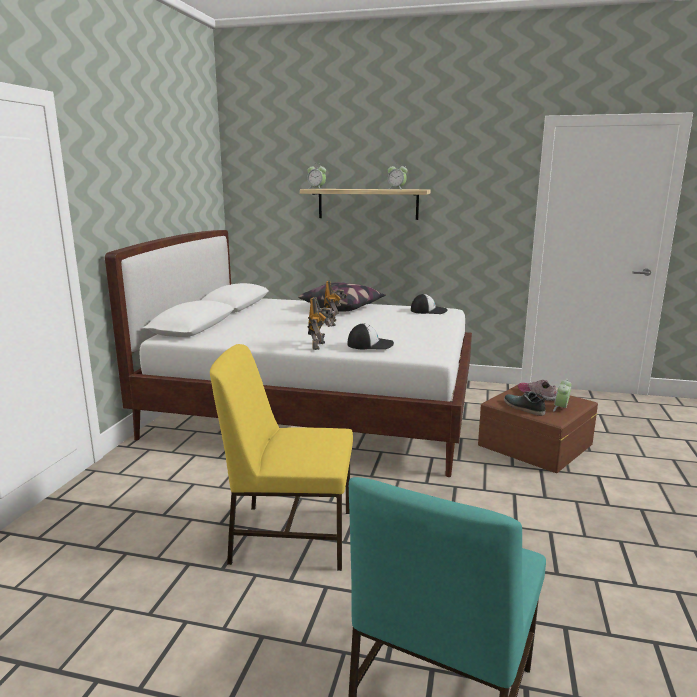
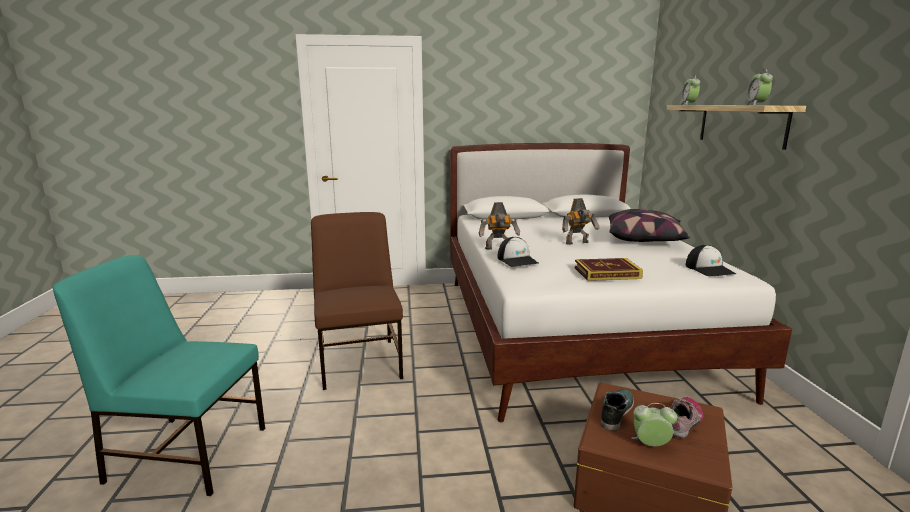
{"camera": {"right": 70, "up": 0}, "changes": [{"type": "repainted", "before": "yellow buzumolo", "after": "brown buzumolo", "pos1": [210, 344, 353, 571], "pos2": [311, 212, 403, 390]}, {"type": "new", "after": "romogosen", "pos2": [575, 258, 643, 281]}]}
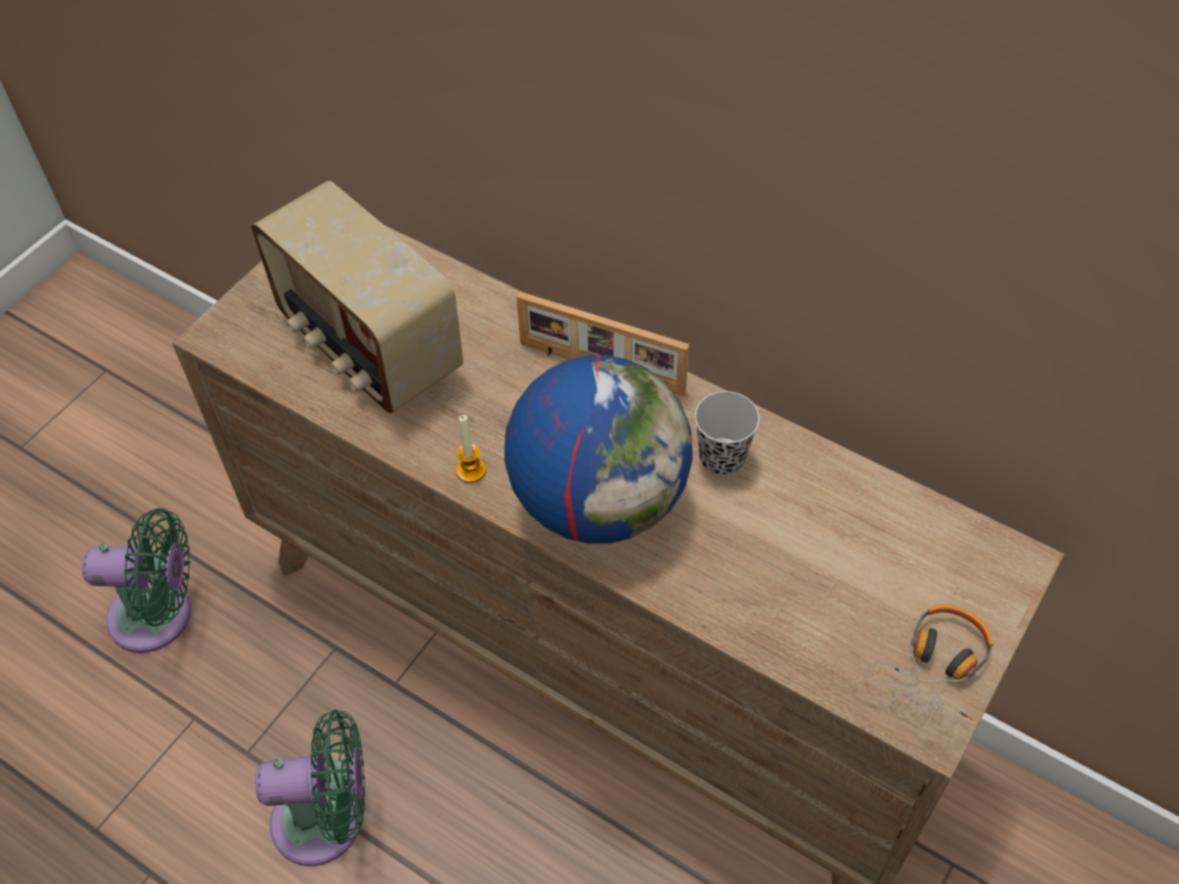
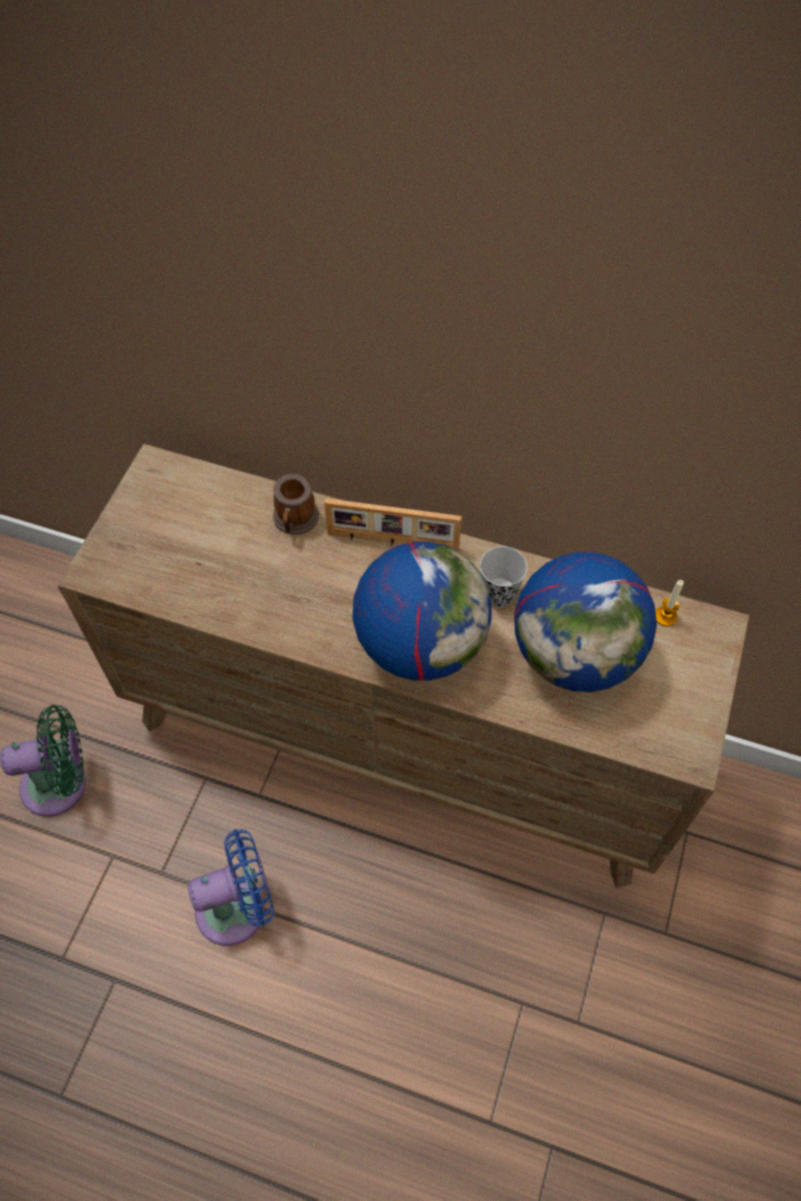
{"camera": {"right": -15, "up": 5}, "changes": [{"type": "gone", "before": "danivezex", "pos1": [251, 181, 463, 414]}, {"type": "shifted", "before": "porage", "pos1": [456, 415, 486, 483], "pos2": [655, 580, 684, 626]}, {"type": "gone", "before": "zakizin", "pos1": [866, 604, 993, 723]}, {"type": "repainted", "before": "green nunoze", "after": "blue nunoze", "pos1": [255, 710, 365, 866], "pos2": [188, 829, 274, 946]}, {"type": "new", "after": "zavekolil", "pos2": [273, 474, 319, 535]}, {"type": "new", "after": "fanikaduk", "pos2": [514, 552, 657, 692]}]}
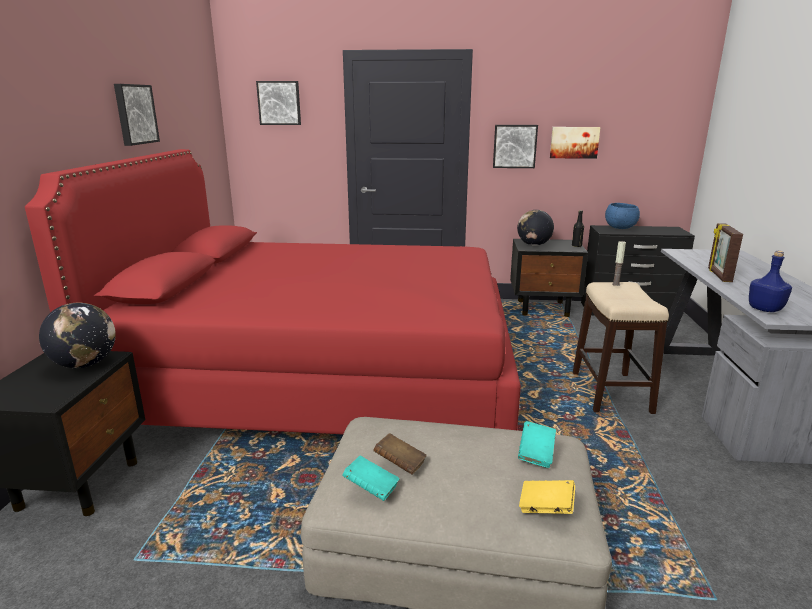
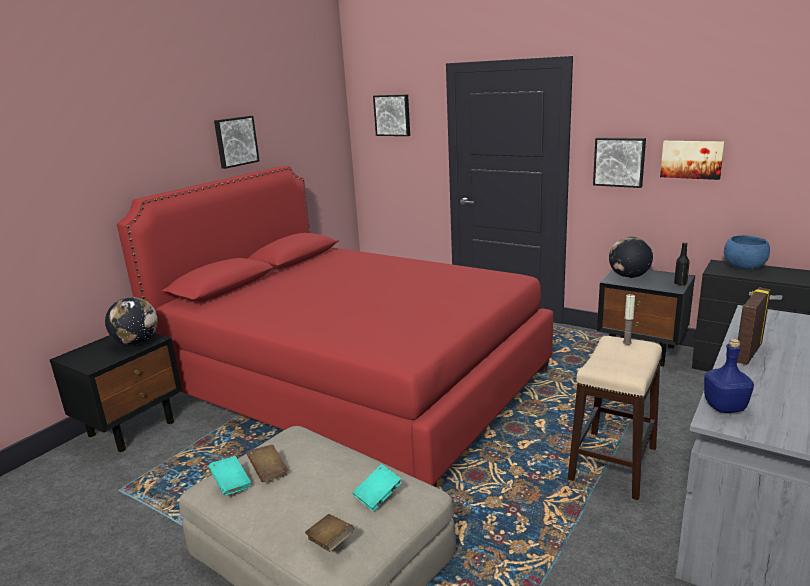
{"camera": {"right": 30, "up": 0}, "changes": [{"type": "repainted", "before": "yellow romogosen", "after": "brown romogosen", "pos1": [519, 480, 575, 514], "pos2": [305, 514, 354, 552]}]}
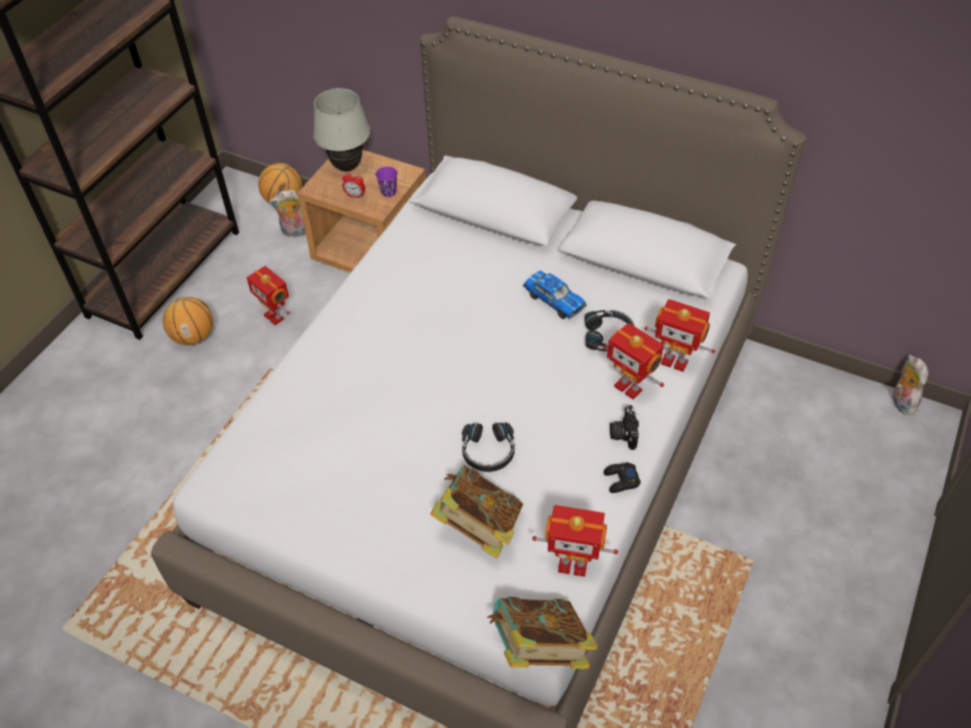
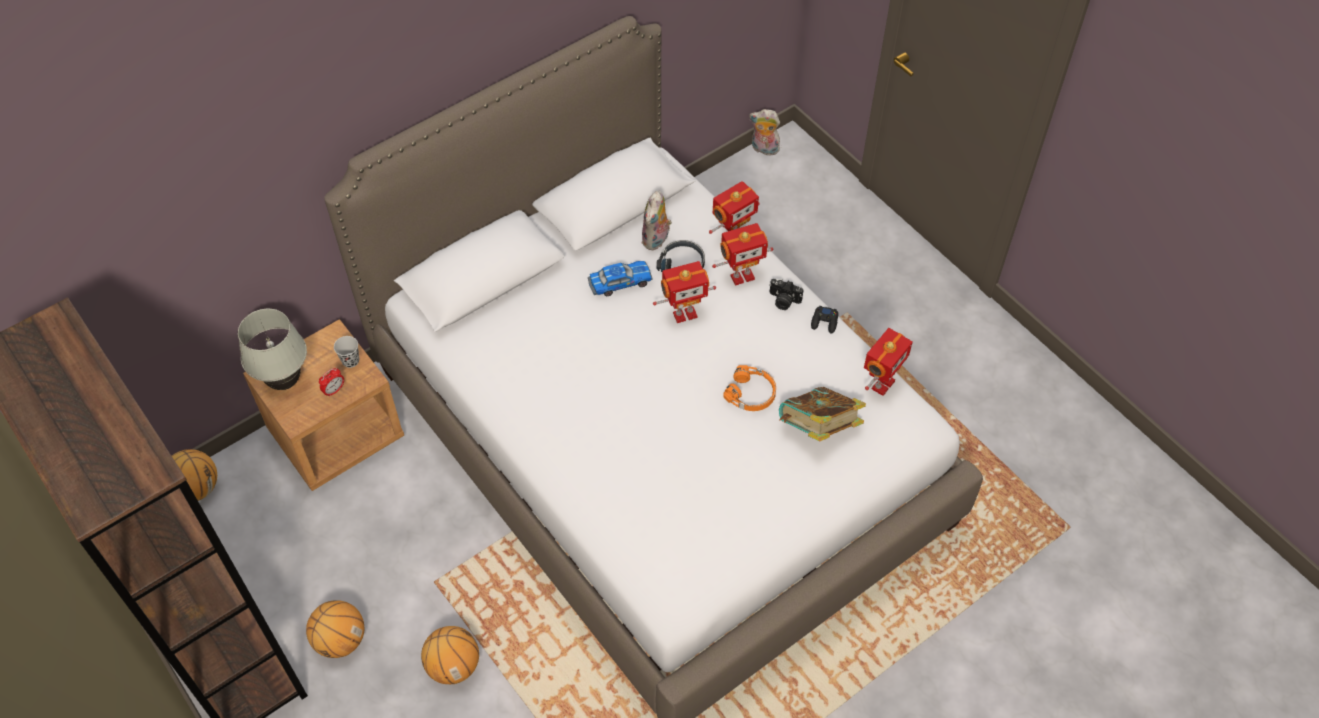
{"camera": {"right": -65, "up": 5}, "changes": [{"type": "repainted", "before": "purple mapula", "after": "black mapula", "pos1": [376, 167, 398, 197], "pos2": [334, 336, 359, 368]}, {"type": "shifted", "before": "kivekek", "pos1": [269, 189, 306, 237], "pos2": [642, 191, 672, 251]}, {"type": "shifted", "before": "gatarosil", "pos1": [247, 266, 290, 325], "pos2": [653, 261, 716, 323]}, {"type": "repainted", "before": "black zakizin", "after": "orange zakizin", "pos1": [462, 422, 515, 472], "pos2": [724, 365, 776, 411]}, {"type": "gone", "before": "romogosen", "pos1": [487, 597, 598, 669]}, {"type": "new", "after": "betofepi", "pos2": [421, 626, 479, 684]}]}
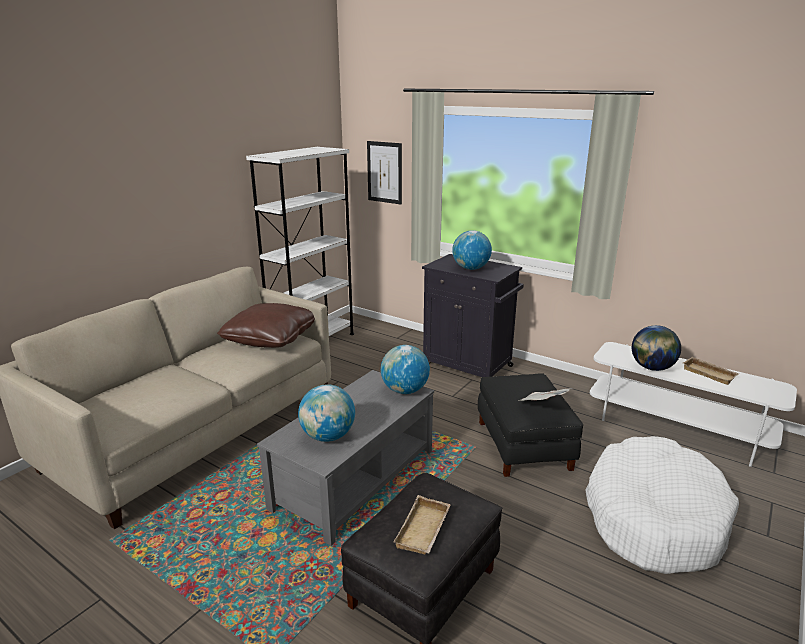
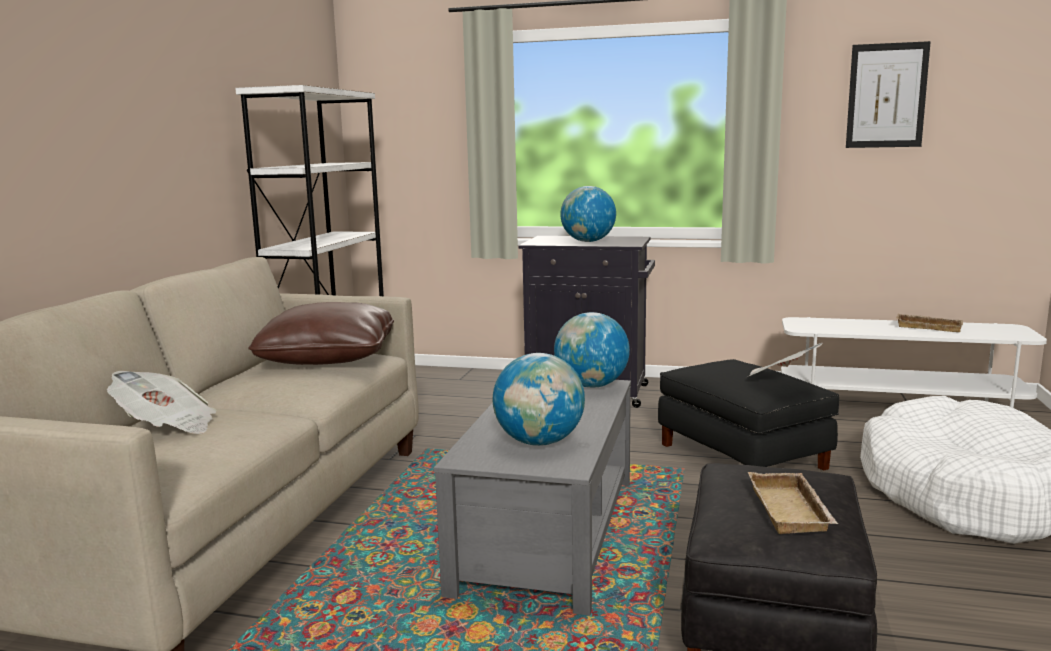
{"camera": {"right": -20, "up": -10}, "changes": [{"type": "shifted", "before": "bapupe", "pos1": [367, 141, 402, 204], "pos2": [846, 41, 931, 148]}, {"type": "gone", "before": "fanikaduk", "pos1": [632, 325, 681, 371]}, {"type": "new", "after": "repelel", "pos2": [107, 371, 216, 434]}]}
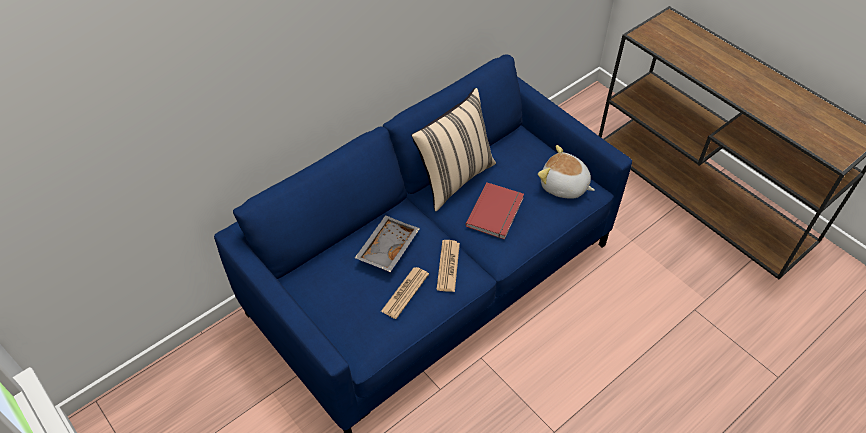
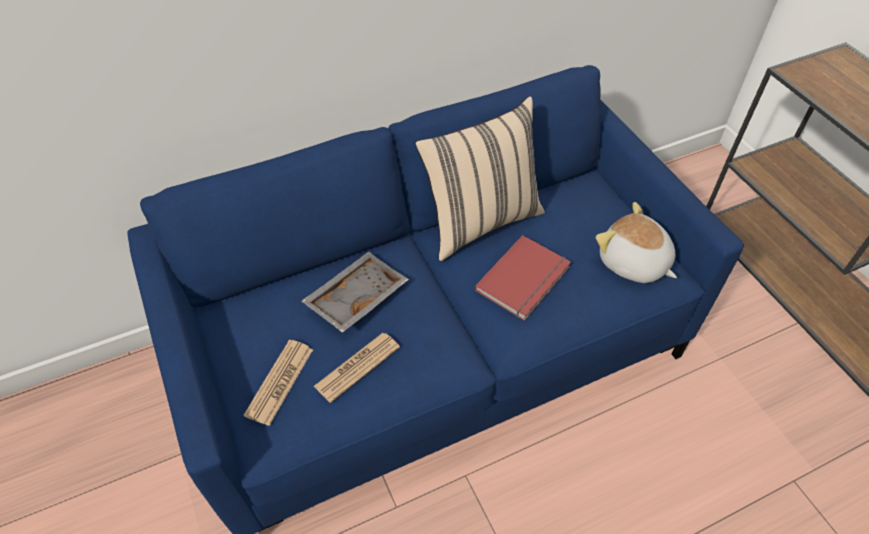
{"camera": {"right": 15, "up": 0}, "changes": [{"type": "shifted", "before": "repelel", "pos1": [436, 240, 460, 292], "pos2": [244, 340, 313, 426]}]}
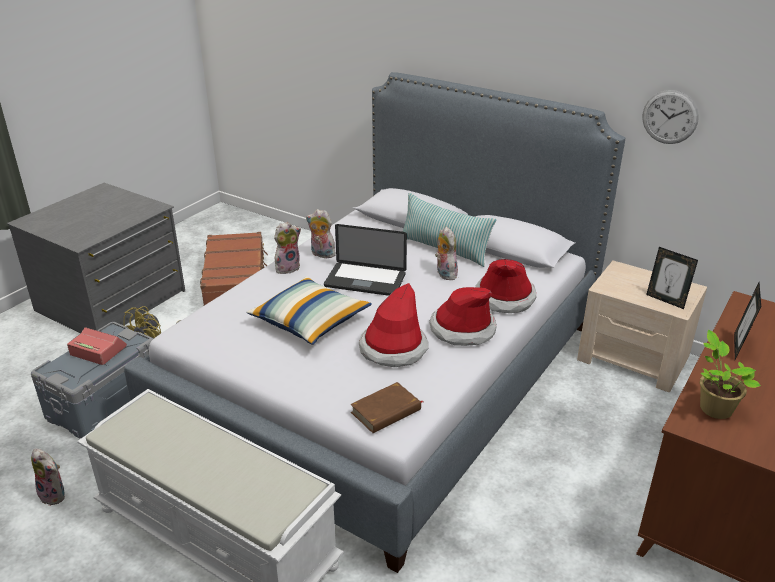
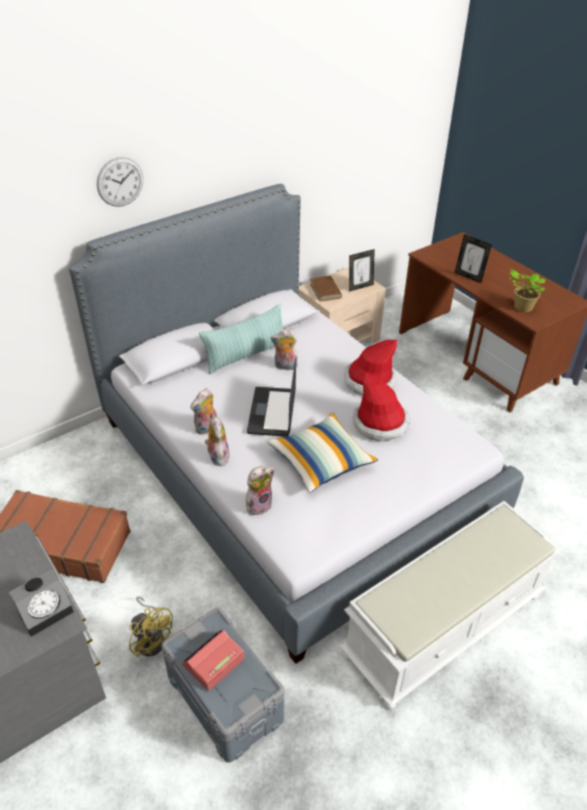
{"camera": {"right": -70, "up": 10}, "changes": [{"type": "shifted", "before": "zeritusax", "pos1": [642, 90, 699, 144], "pos2": [97, 157, 143, 207]}, {"type": "rotated", "before": "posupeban", "pos1": [324, 224, 407, 296], "pos2": [247, 359, 296, 437], "turn": 150}, {"type": "gone", "before": "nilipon", "pos1": [475, 259, 536, 313]}, {"type": "shifted", "before": "brown romogosen", "pos1": [350, 382, 423, 433], "pos2": [310, 276, 342, 302]}, {"type": "shifted", "before": "kivekek", "pos1": [31, 448, 65, 506], "pos2": [246, 466, 275, 517]}, {"type": "new", "after": "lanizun", "pos2": [9, 569, 74, 637]}]}
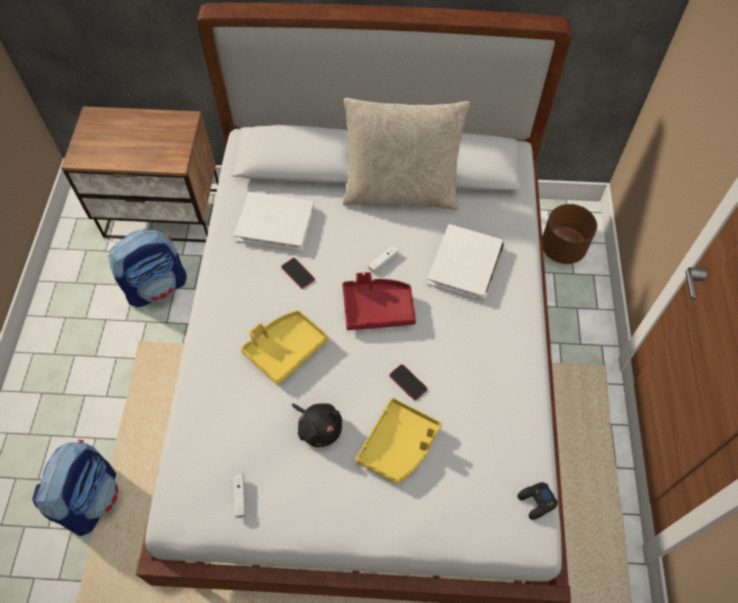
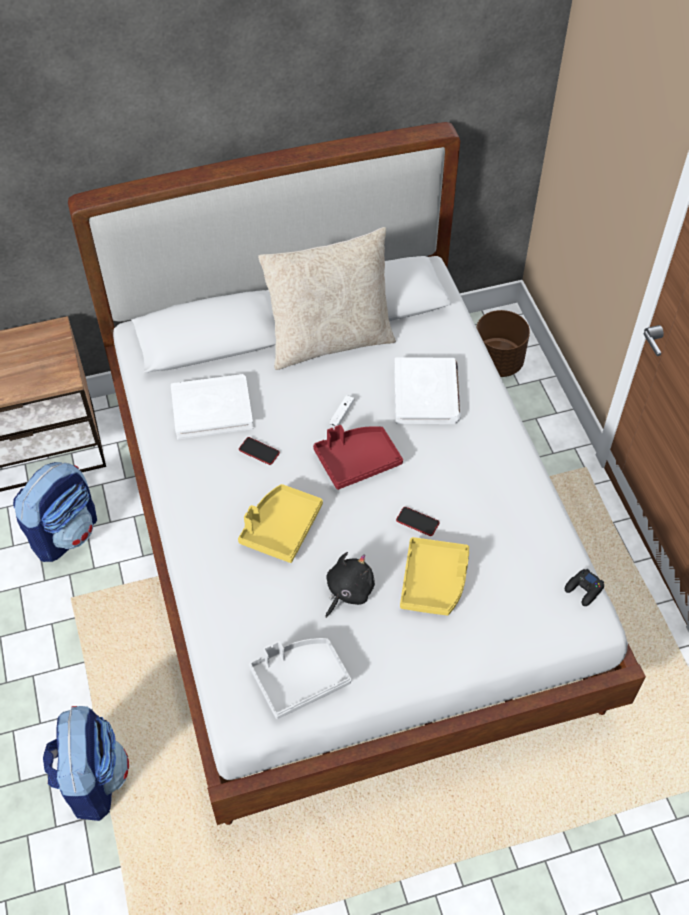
{"camera": {"right": -20, "up": -5}, "changes": [{"type": "rotated", "before": "black kivekek", "pos1": [292, 403, 342, 447], "pos2": [325, 552, 375, 618], "turn": -75}, {"type": "swapped", "before": "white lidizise", "after": "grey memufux", "pos1": [233, 474, 246, 518], "pos2": [249, 638, 351, 719]}]}
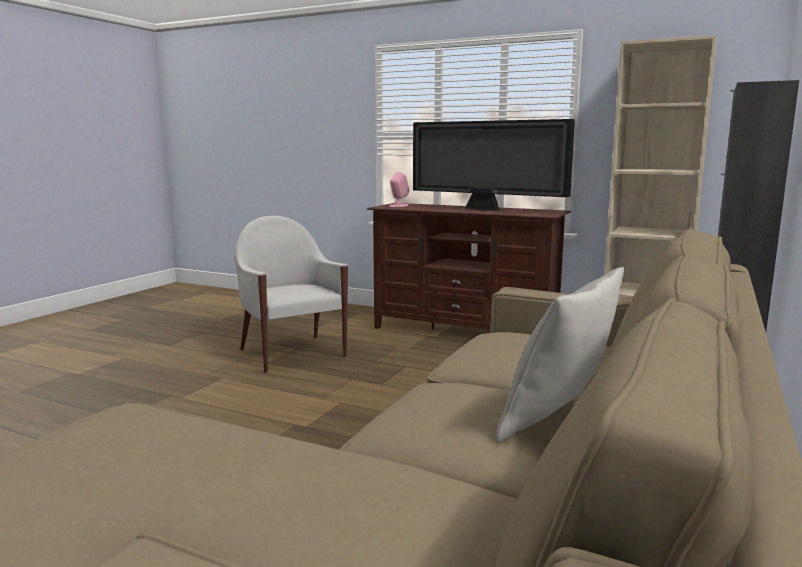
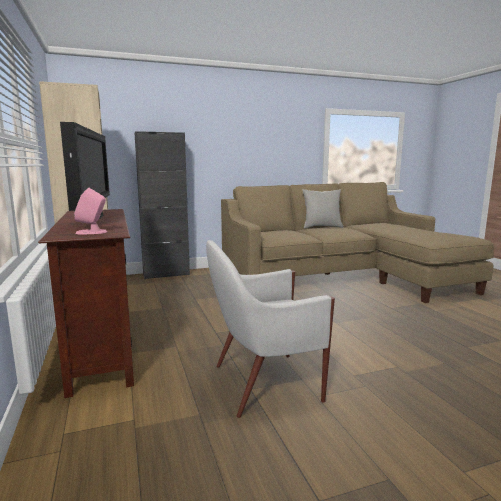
{"camera": {"right": -135, "up": 0}, "changes": [{"type": "rotated", "before": "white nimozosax", "pos1": [234, 216, 348, 372], "pos2": [206, 240, 335, 418], "turn": 60}]}
